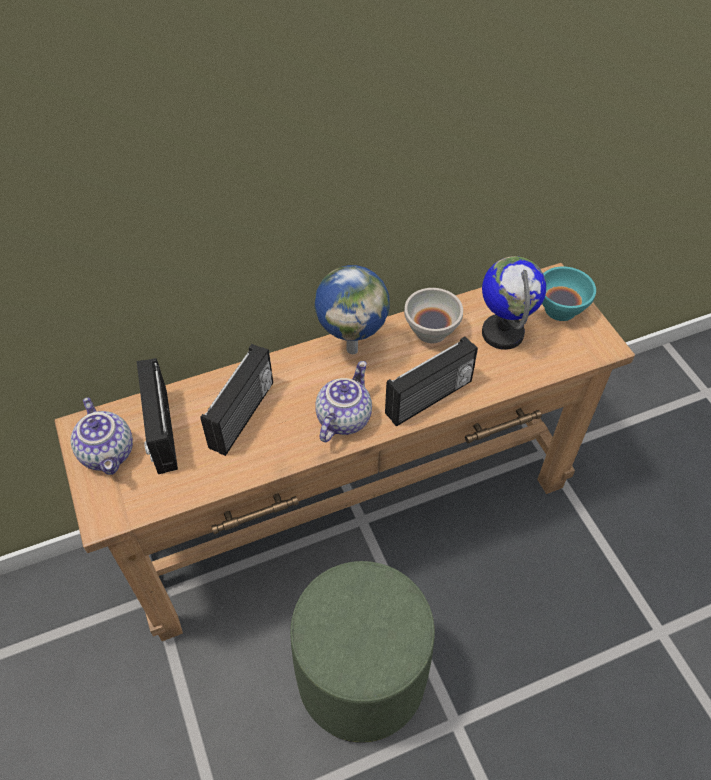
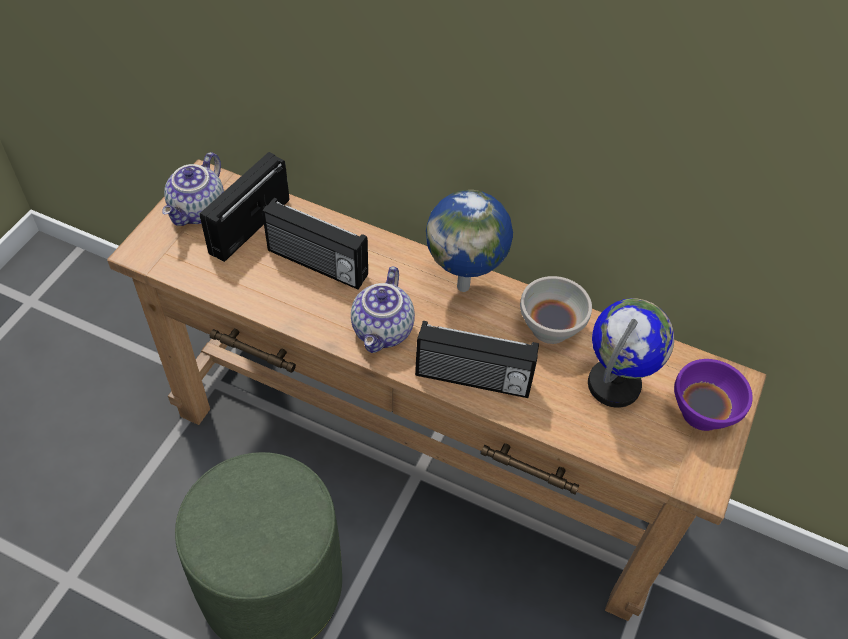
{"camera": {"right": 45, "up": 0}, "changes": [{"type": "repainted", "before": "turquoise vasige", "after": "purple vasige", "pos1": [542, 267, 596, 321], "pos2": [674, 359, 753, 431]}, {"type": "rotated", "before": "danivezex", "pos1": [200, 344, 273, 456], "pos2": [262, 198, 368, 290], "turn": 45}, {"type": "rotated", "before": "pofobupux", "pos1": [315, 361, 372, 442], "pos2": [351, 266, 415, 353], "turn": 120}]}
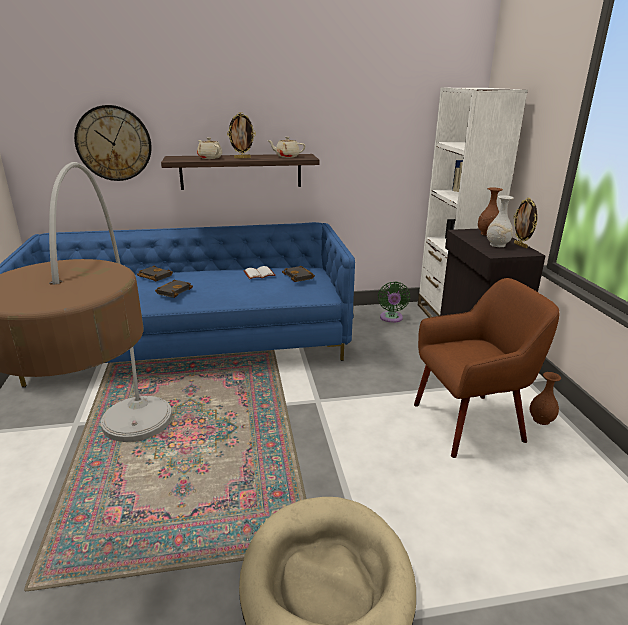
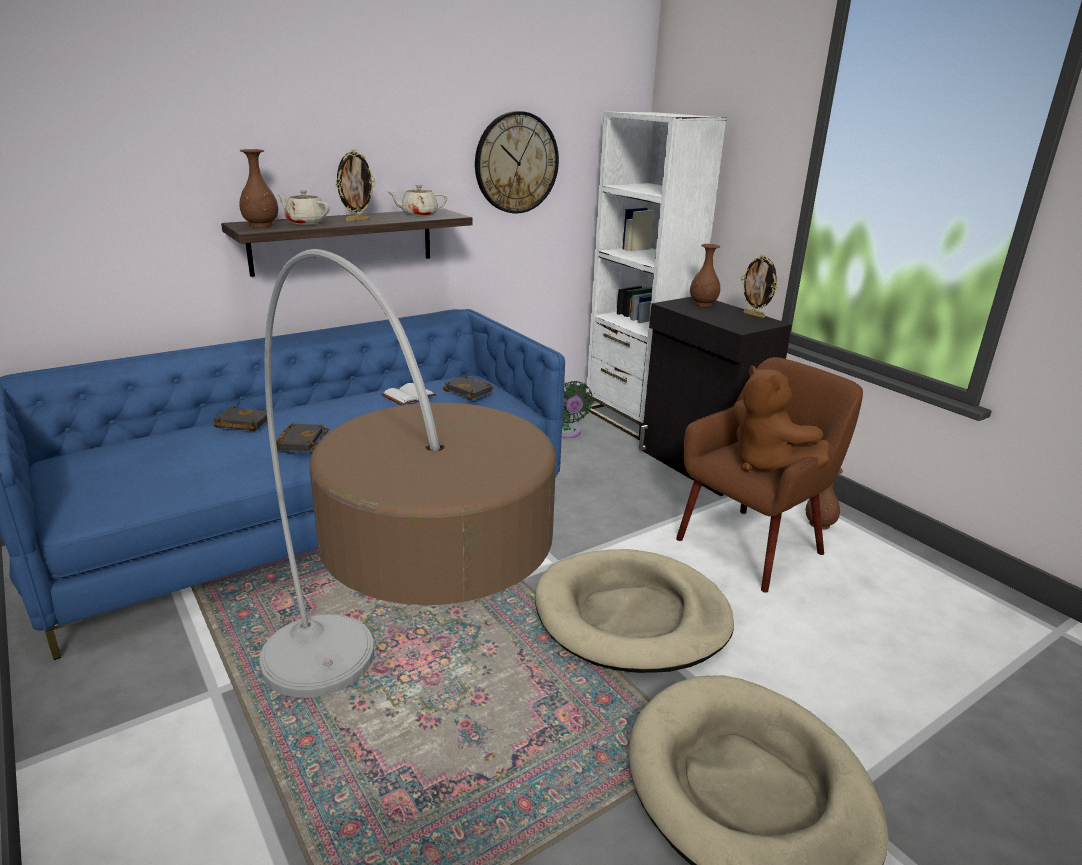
{"camera": {"right": -25, "up": 0}, "changes": [{"type": "shifted", "before": "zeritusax", "pos1": [74, 105, 151, 181], "pos2": [475, 111, 559, 213]}, {"type": "gone", "before": "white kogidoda", "pos1": [487, 195, 514, 247]}, {"type": "new", "after": "brown kogidoda", "pos2": [239, 149, 278, 228]}, {"type": "new", "after": "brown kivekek", "pos2": [734, 365, 830, 471]}, {"type": "new", "after": "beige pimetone", "pos2": [535, 549, 734, 673]}]}
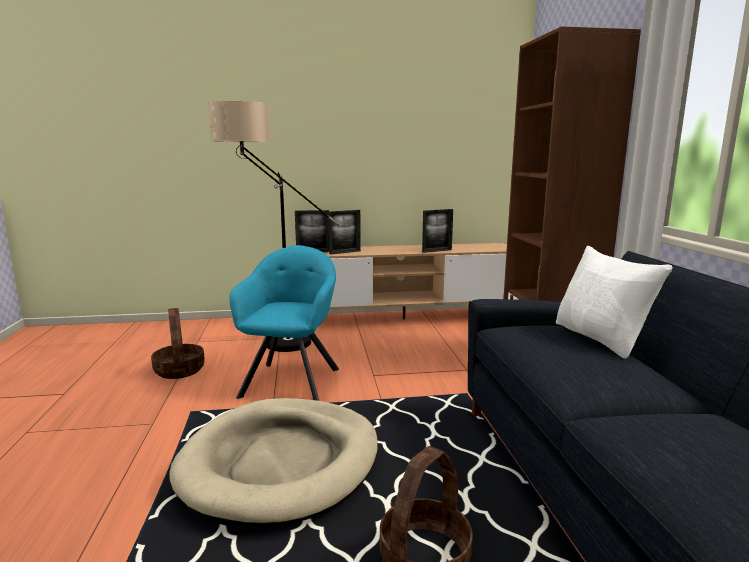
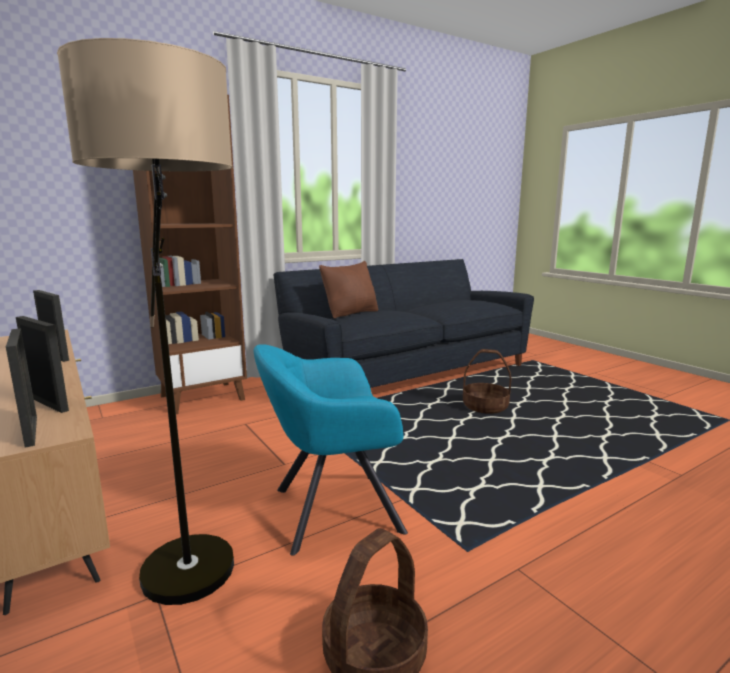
{"camera": {"right": -115, "up": 0}, "changes": [{"type": "repainted", "before": "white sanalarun", "after": "brown sanalarun", "pos1": [556, 246, 673, 359], "pos2": [319, 261, 378, 318]}, {"type": "gone", "before": "beige pimetone", "pos1": [169, 398, 378, 528]}]}
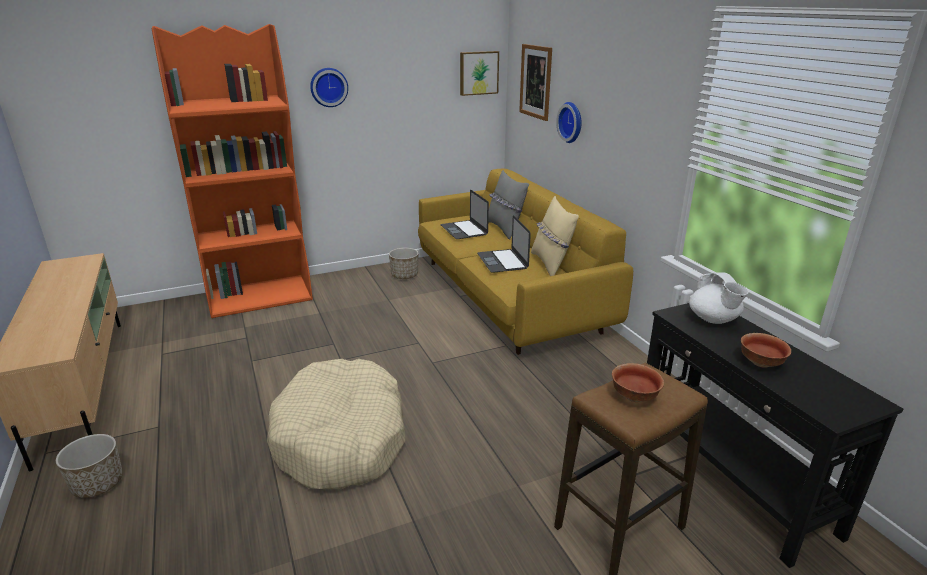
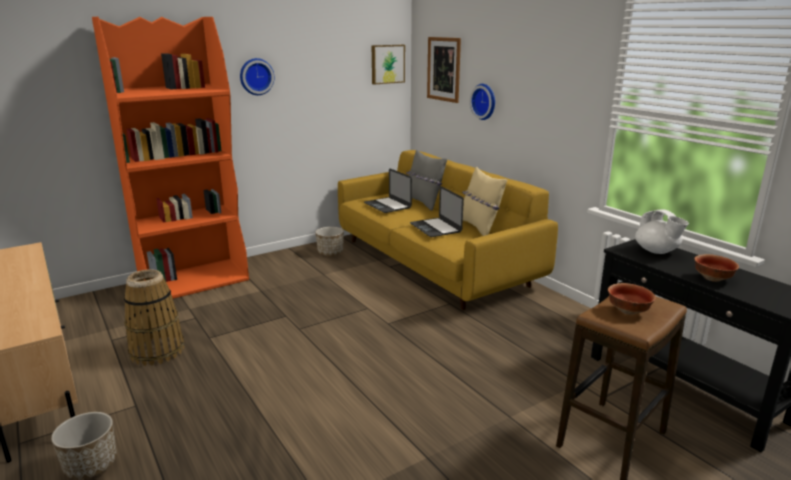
{"camera": {"right": -10, "up": -5}, "changes": [{"type": "gone", "before": "beige pimetone", "pos1": [267, 359, 405, 489]}, {"type": "new", "after": "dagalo", "pos2": [124, 269, 184, 366]}]}
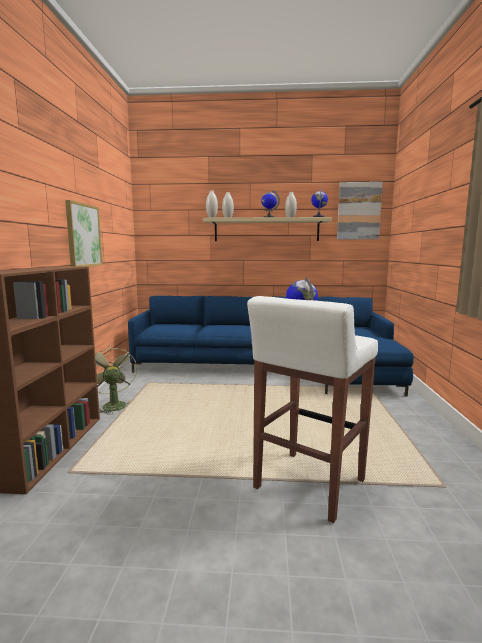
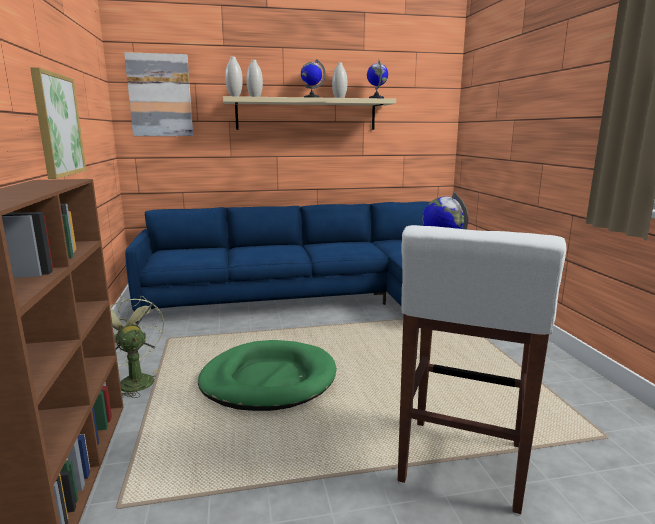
{"camera": {"right": -15, "up": 5}, "changes": [{"type": "shifted", "before": "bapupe", "pos1": [337, 182, 383, 239], "pos2": [124, 52, 193, 136]}, {"type": "new", "after": "green pimetone", "pos2": [198, 340, 337, 411]}]}
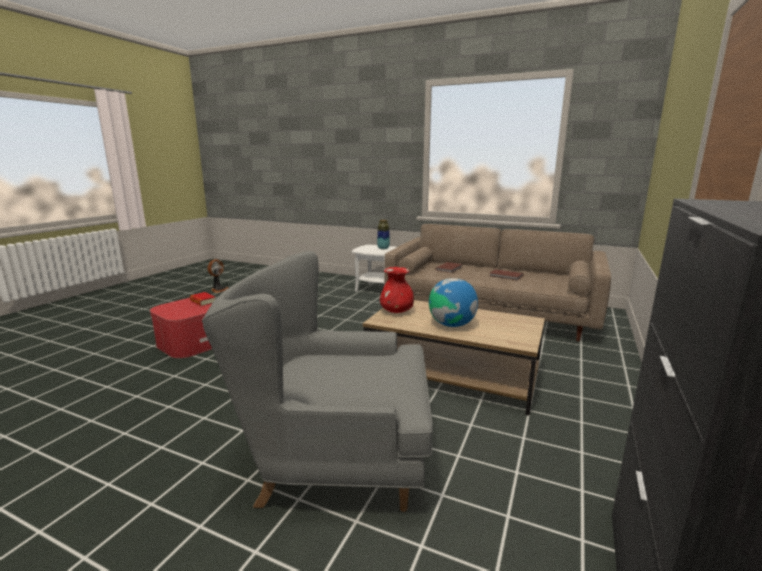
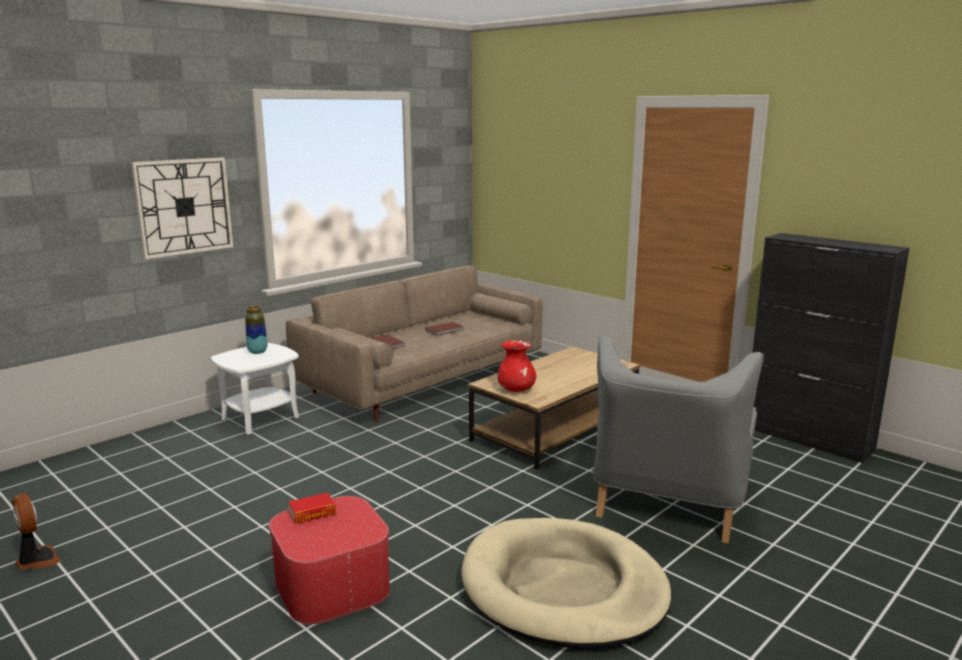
{"camera": {"right": -70, "up": 0}, "changes": [{"type": "gone", "before": "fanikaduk", "pos1": [429, 278, 478, 327]}, {"type": "new", "after": "zeritusax", "pos2": [131, 158, 233, 259]}, {"type": "new", "after": "beige pimetone", "pos2": [461, 518, 672, 649]}]}
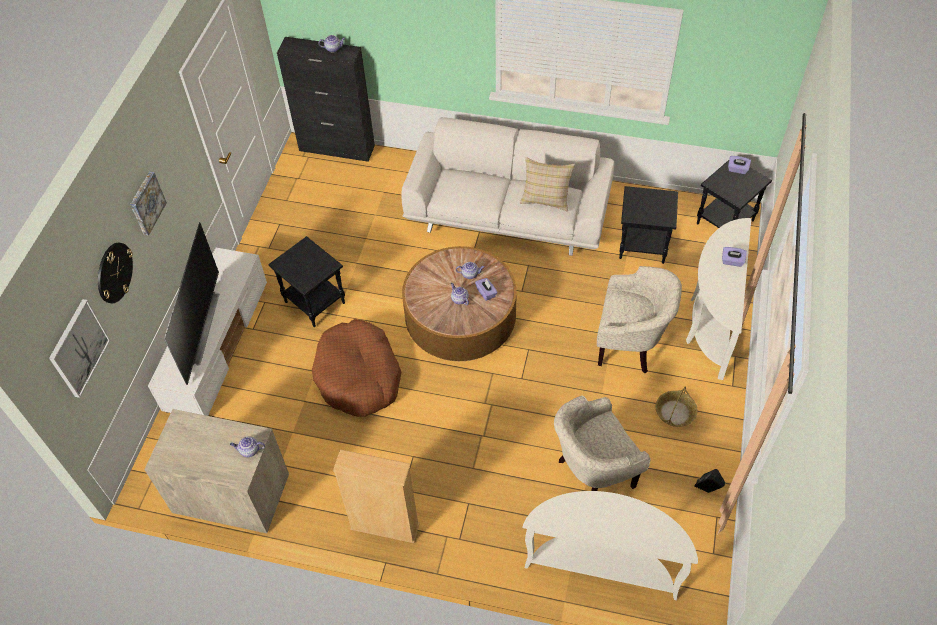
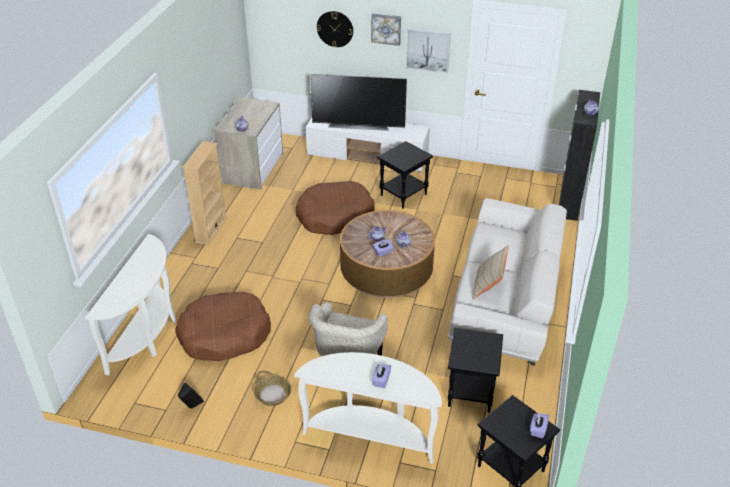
{"camera": {"right": 90, "up": -15}, "changes": [{"type": "shifted", "before": "bapupe", "pos1": [49, 299, 111, 398], "pos2": [406, 28, 451, 74]}, {"type": "swapped", "before": "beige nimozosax", "after": "brown pimetone", "pos1": [554, 395, 651, 491], "pos2": [175, 291, 271, 361]}]}
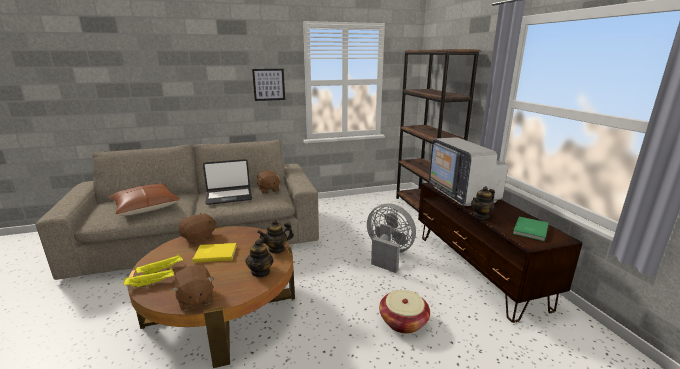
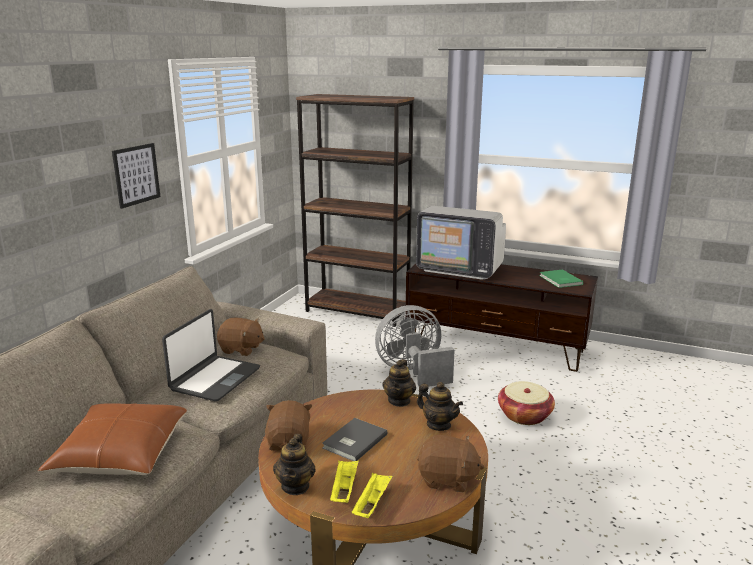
{"camera": {"right": -50, "up": 0}, "changes": [{"type": "shifted", "before": "pofobupux", "pos1": [471, 186, 495, 219], "pos2": [273, 434, 316, 495]}, {"type": "repainted", "before": "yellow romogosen", "after": "grey romogosen", "pos1": [193, 243, 237, 263], "pos2": [322, 418, 388, 461]}]}
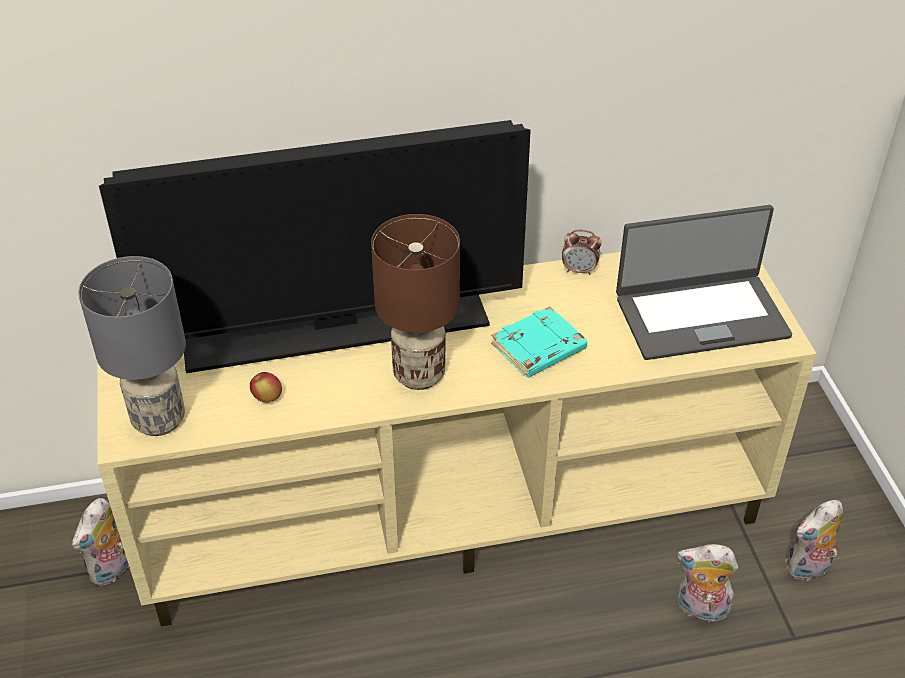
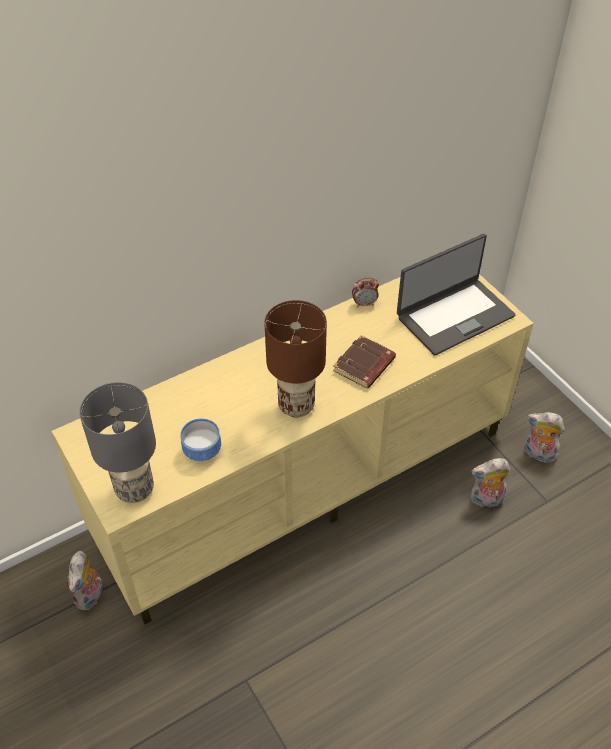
{"camera": {"right": -20, "up": 5}, "changes": [{"type": "gone", "before": "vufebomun", "pos1": [99, 120, 531, 373]}, {"type": "repainted", "before": "turquoise romogosen", "after": "brown romogosen", "pos1": [491, 306, 587, 378], "pos2": [333, 335, 396, 388]}, {"type": "swapped", "before": "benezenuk", "after": "vasige", "pos1": [250, 372, 282, 402], "pos2": [180, 418, 221, 461]}, {"type": "rotated", "before": "kivekek", "pos1": [785, 500, 843, 582], "pos2": [525, 412, 565, 463], "turn": 75}]}
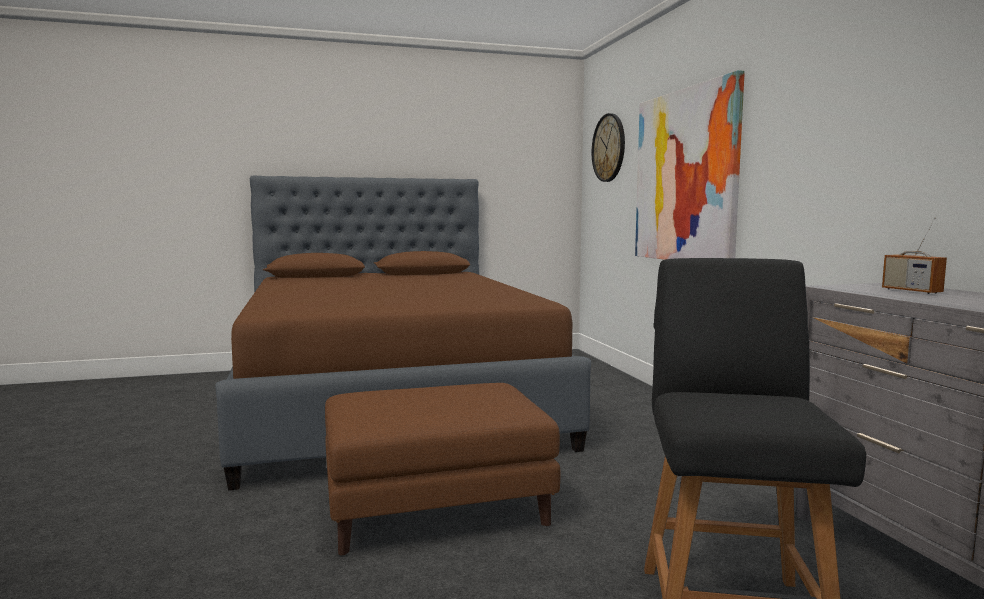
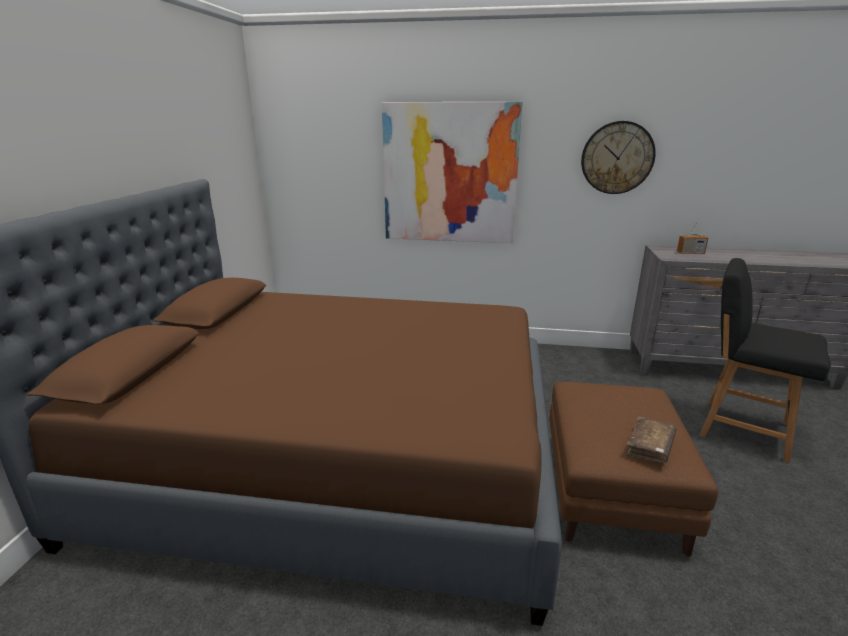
{"camera": {"right": -65, "up": 15}, "changes": [{"type": "shifted", "before": "zeritusax", "pos1": [592, 113, 625, 182], "pos2": [581, 121, 656, 194]}, {"type": "new", "after": "brown romogosen", "pos2": [626, 417, 677, 463]}]}
